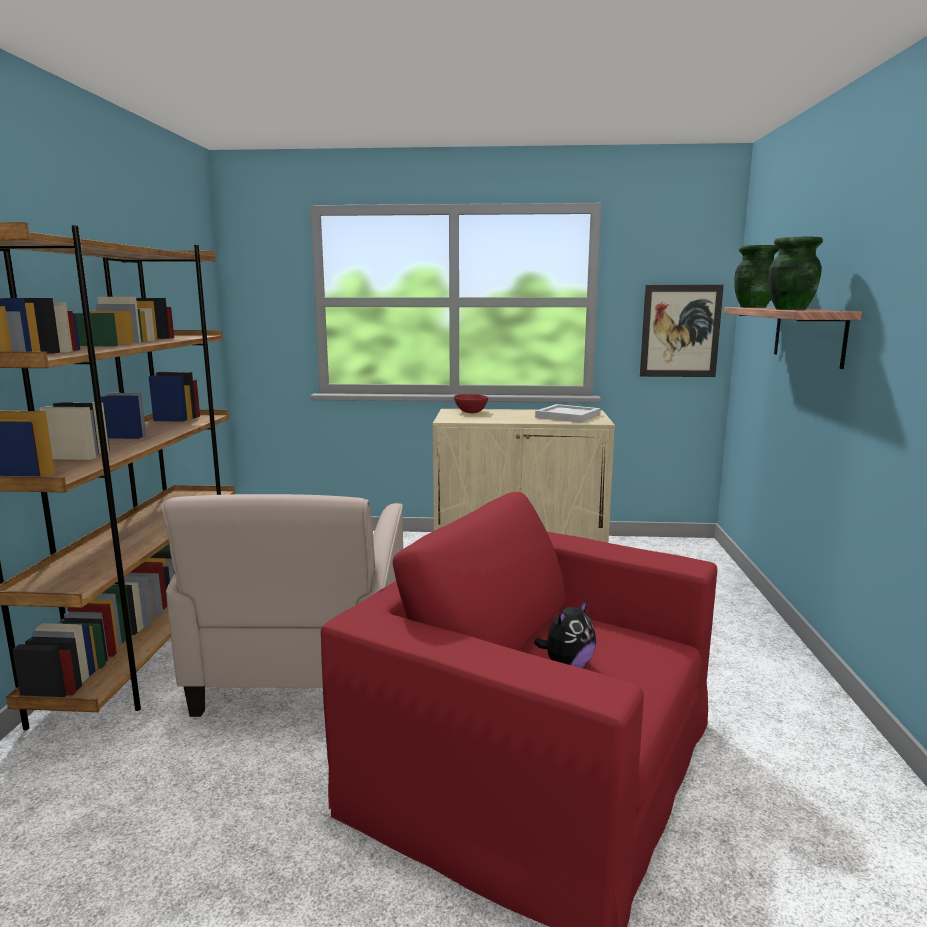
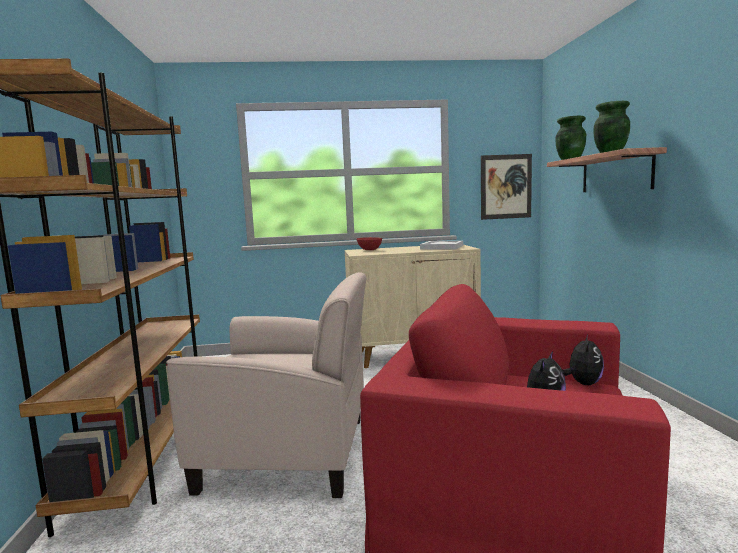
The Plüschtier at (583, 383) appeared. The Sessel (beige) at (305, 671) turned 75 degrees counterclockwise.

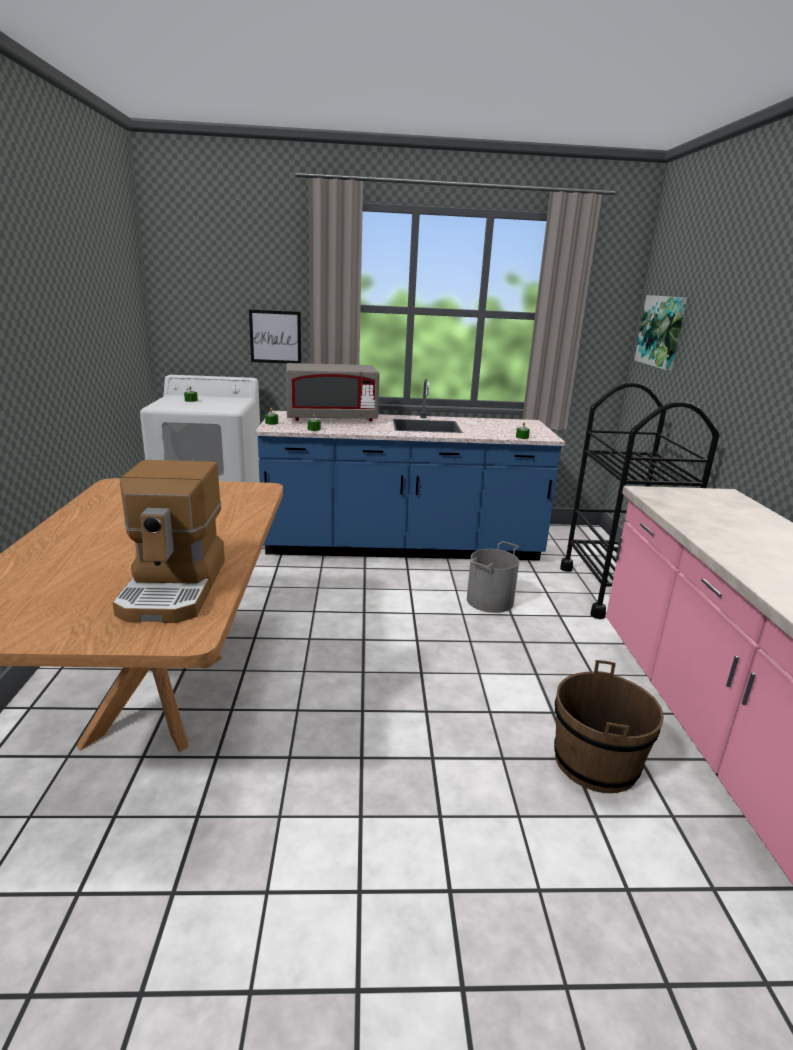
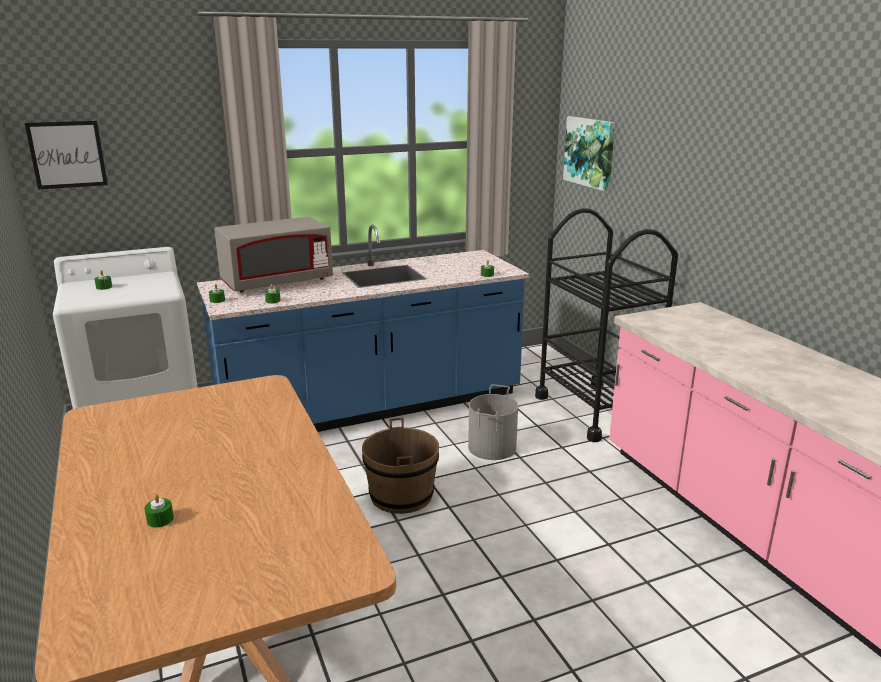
The Kaffeemaschine at (175, 588) disappeared. The Kerze (grün) at (160, 519) appeared. The Bild moved from (275, 337) to (67, 154). The Eimer (braun) moved from (596, 762) to (401, 495).

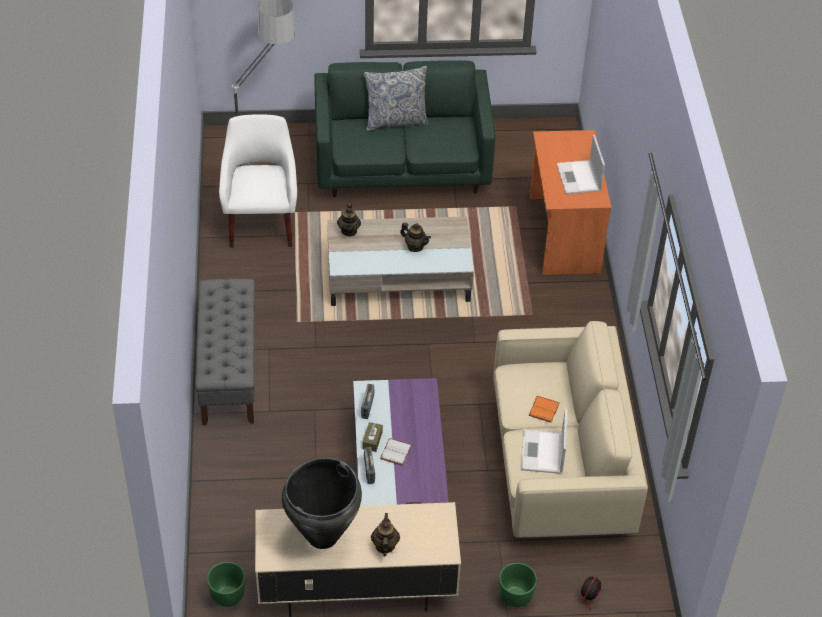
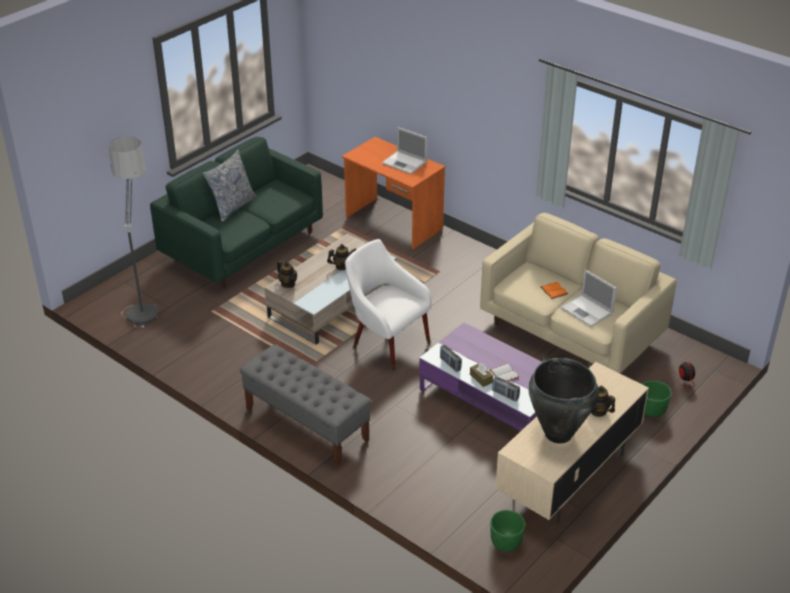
The Sessel (weiß) moved from (261, 222) to (387, 342).

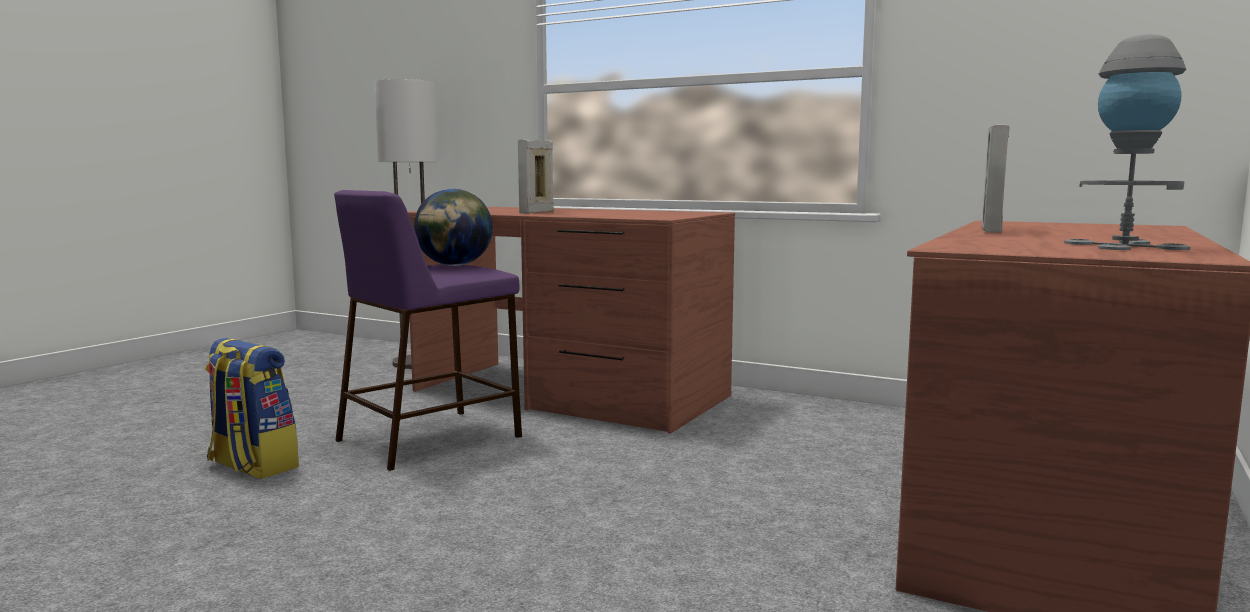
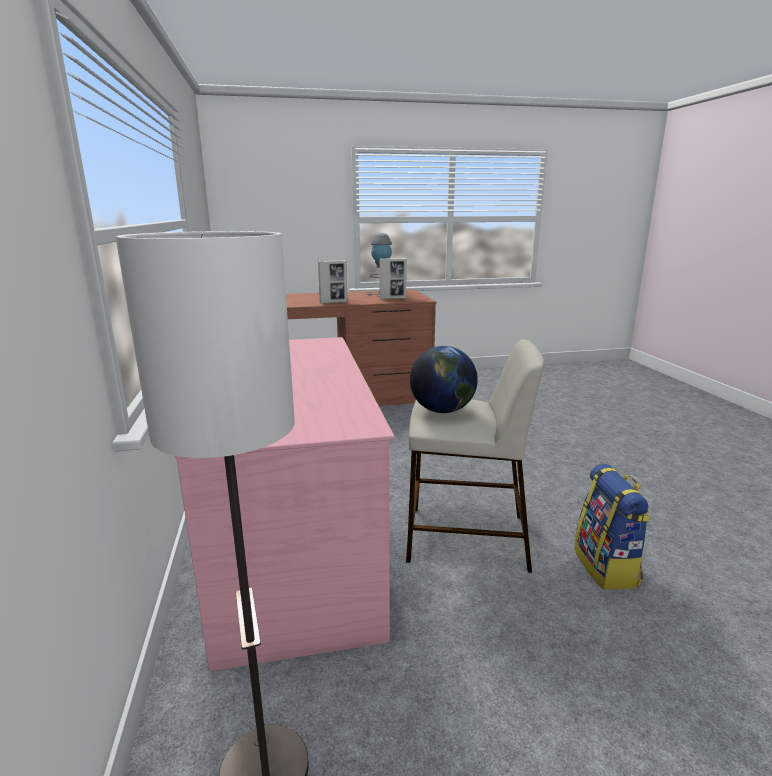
The Bilderrahmen moved from (536, 212) to (393, 298). The Hocker (lila) at (431, 438) became the Hocker (beige) at (465, 538). The Schreibtisch (braun) at (569, 394) became the Schreibtisch (rosa) at (297, 543).

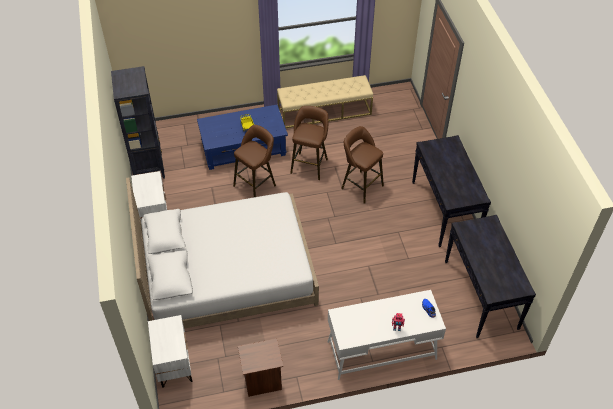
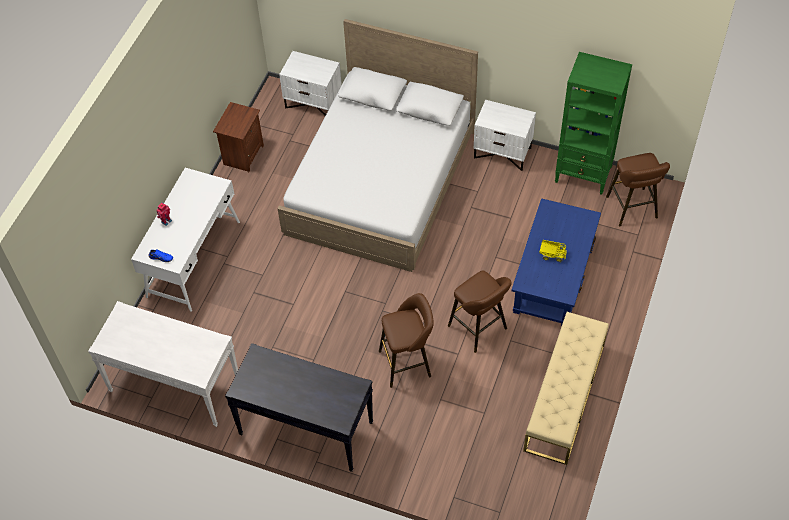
The Hocker (braun) moved from (256, 184) to (633, 209). The Bücherregal (schwarz) at (148, 166) became the Bücherregal (grün) at (584, 175). The Konsolentisch (schwarz) at (481, 295) became the Konsolentisch (weiß) at (174, 385).

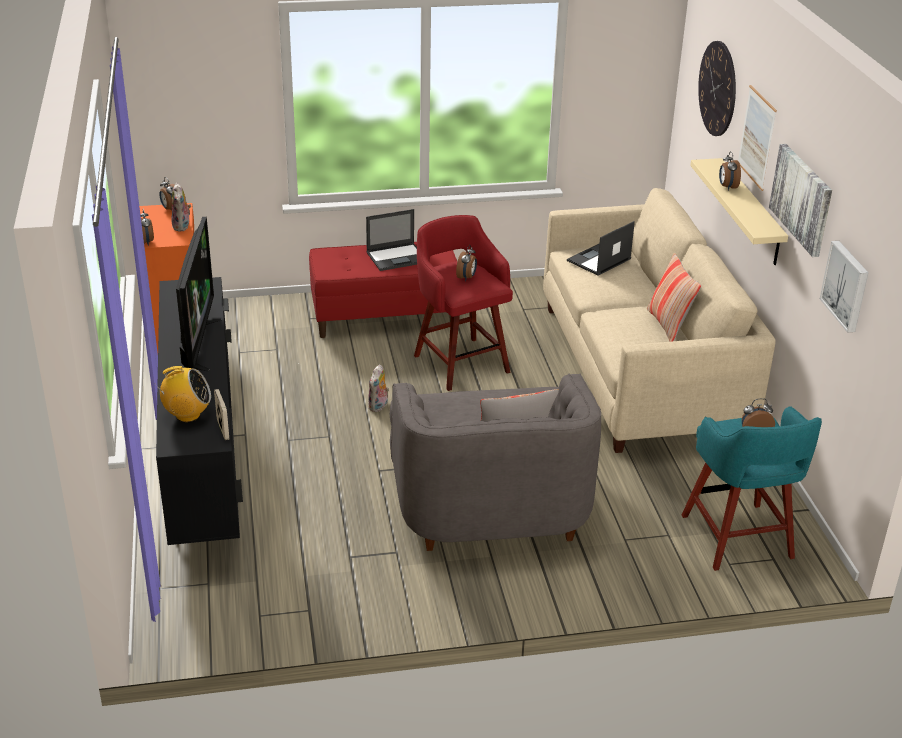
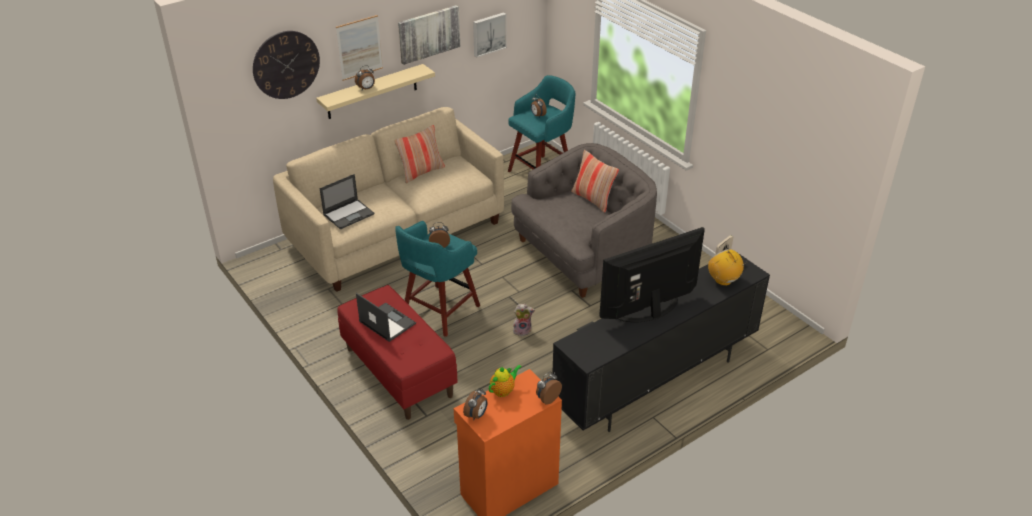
The Plüschtier at (182, 226) was replaced by the Teekanne at (503, 390). The Hocker (rot) at (460, 362) became the Hocker (türkis) at (439, 311). The Laptop at (598, 260) turned 60 degrees counterclockwise.

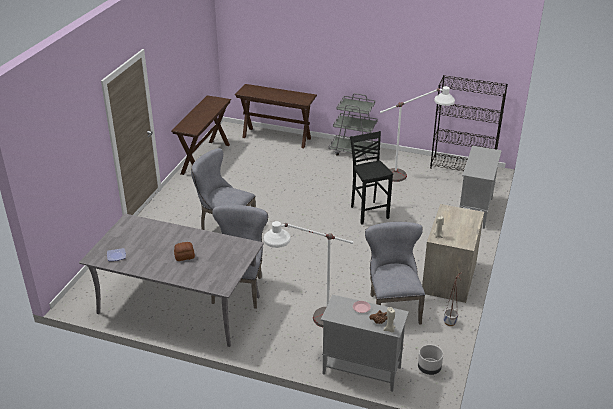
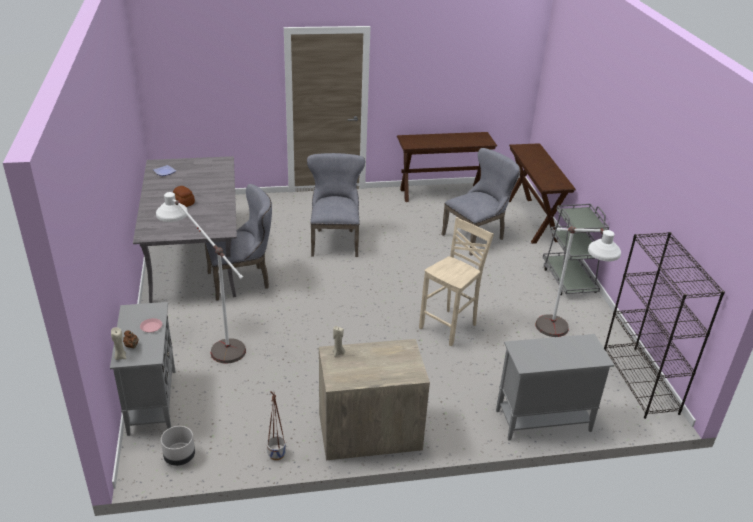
The Stuhl (grau) moved from (392, 306) to (476, 236). The Hocker (schwarz) at (368, 212) became the Hocker (beige) at (449, 326).

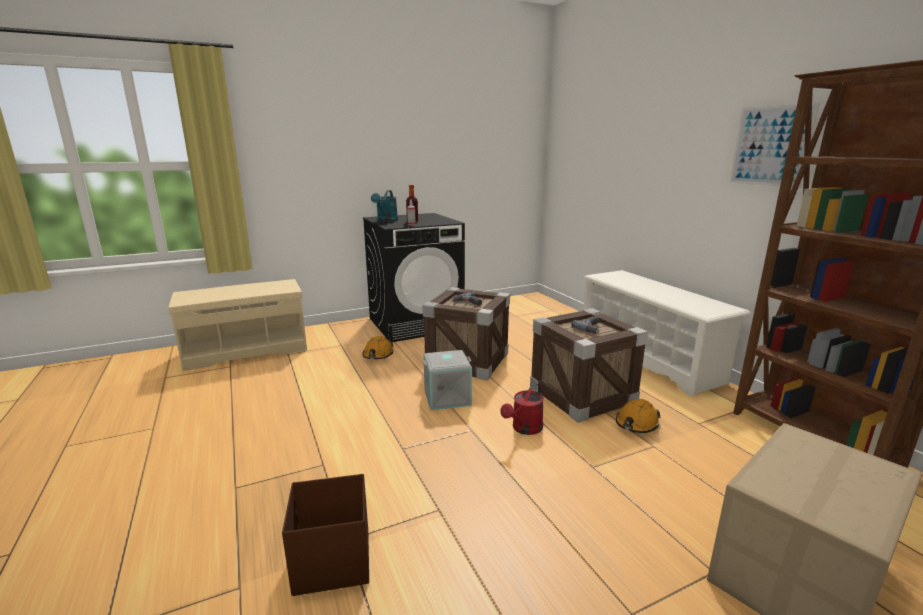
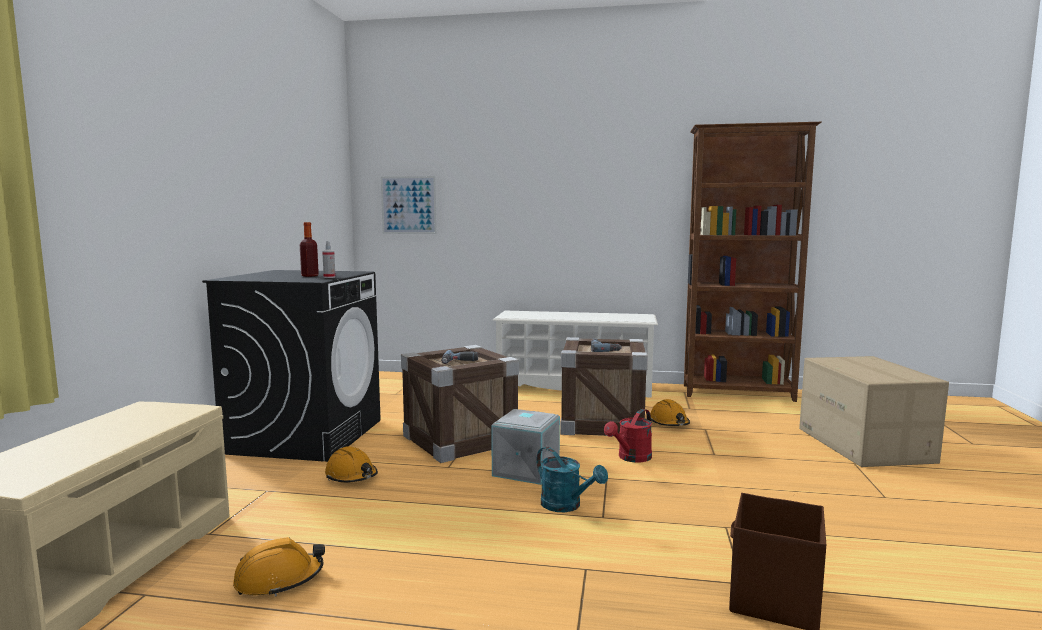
The Schutzhelm (orange) at (279, 580) appeared. The Gießkanne (türkis) moved from (386, 221) to (566, 506). The Bild moved from (770, 146) to (408, 205). The Gießkanne (rot) at (524, 429) turned 60 degrees clockwise.

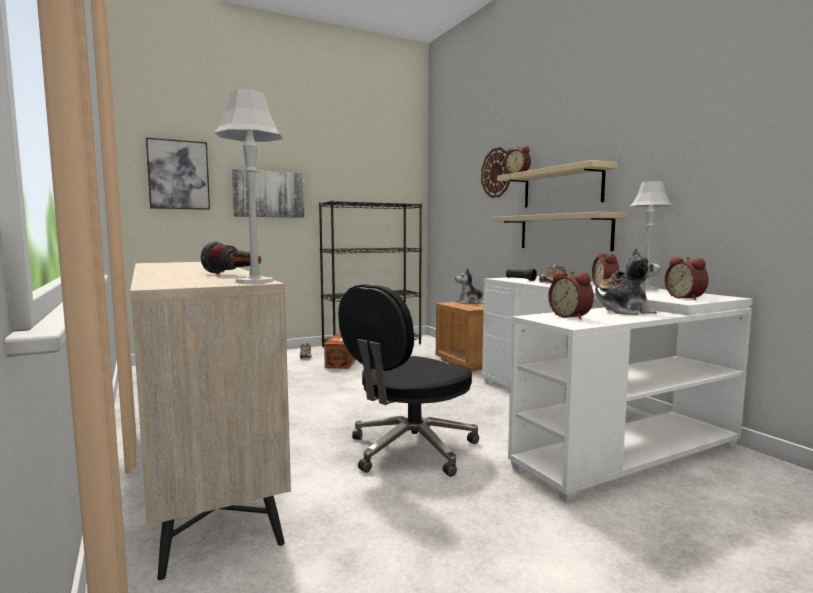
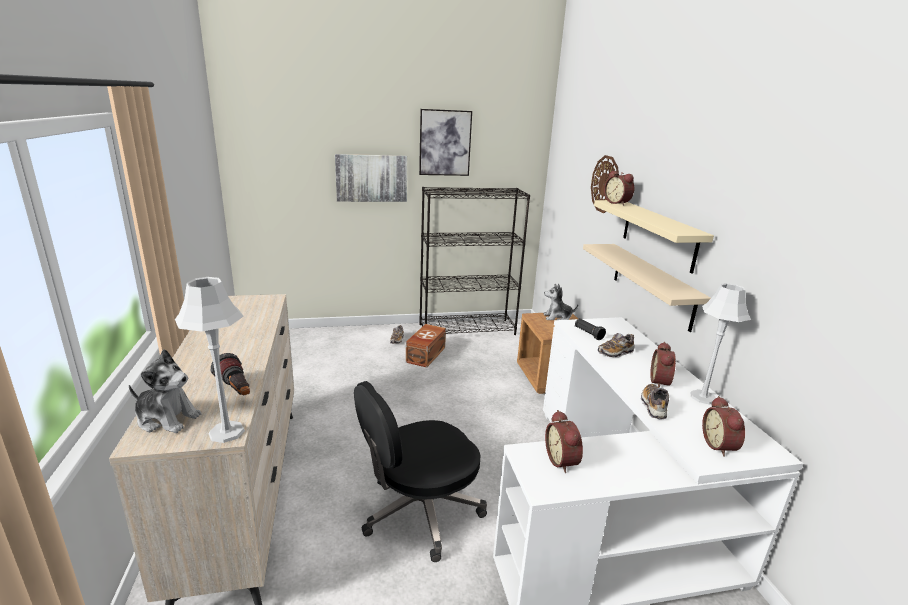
The Bild moved from (178, 174) to (445, 143). The Plüschtier moved from (627, 312) to (167, 418).

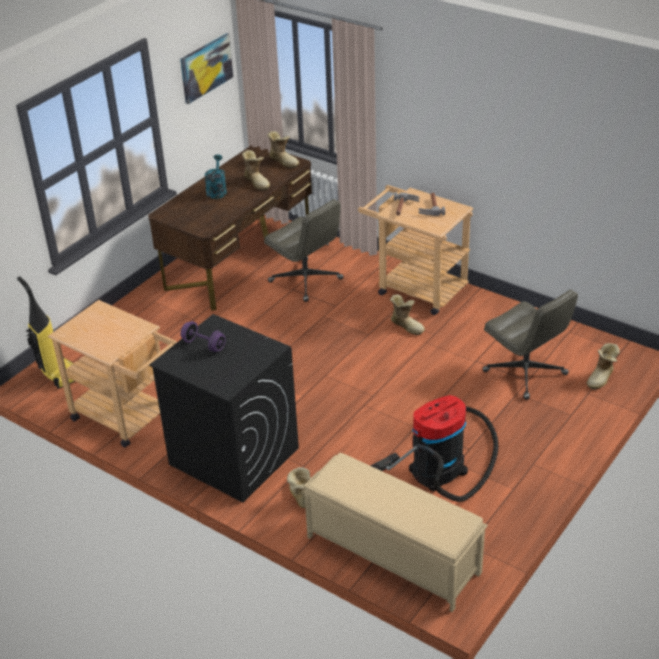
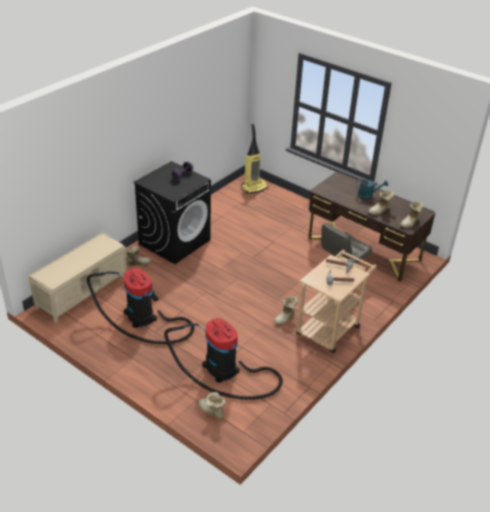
The Rollwagen (beige) at (128, 418) disappeared. The Bild at (206, 68) disappeared. The Bürostuhl (grau) at (526, 373) was replaced by the Staubsauger at (224, 370).

